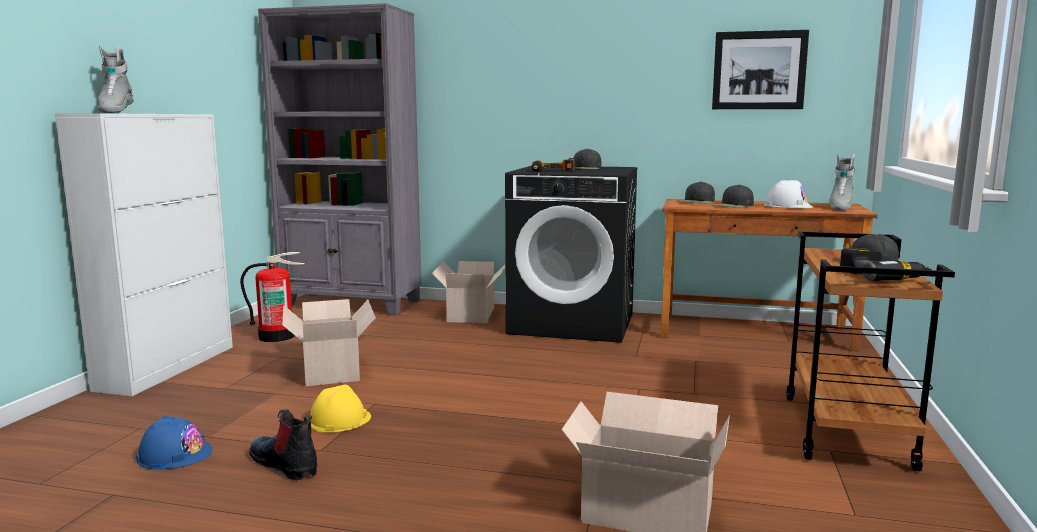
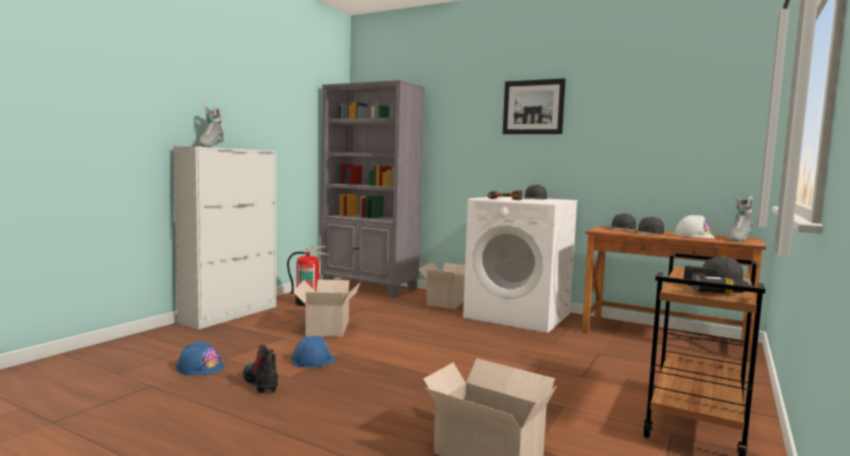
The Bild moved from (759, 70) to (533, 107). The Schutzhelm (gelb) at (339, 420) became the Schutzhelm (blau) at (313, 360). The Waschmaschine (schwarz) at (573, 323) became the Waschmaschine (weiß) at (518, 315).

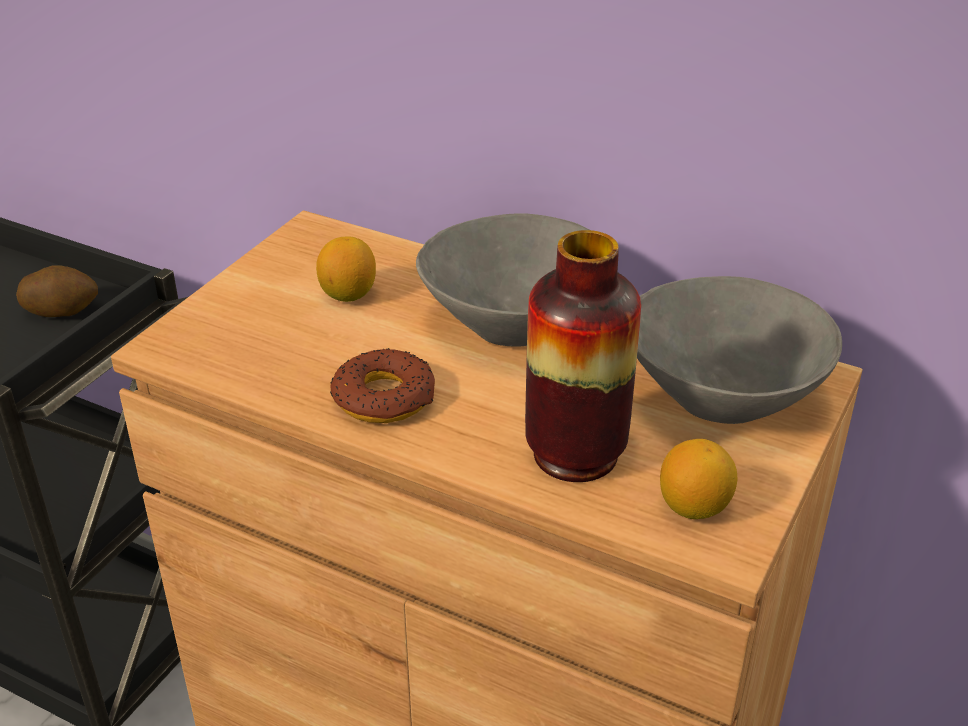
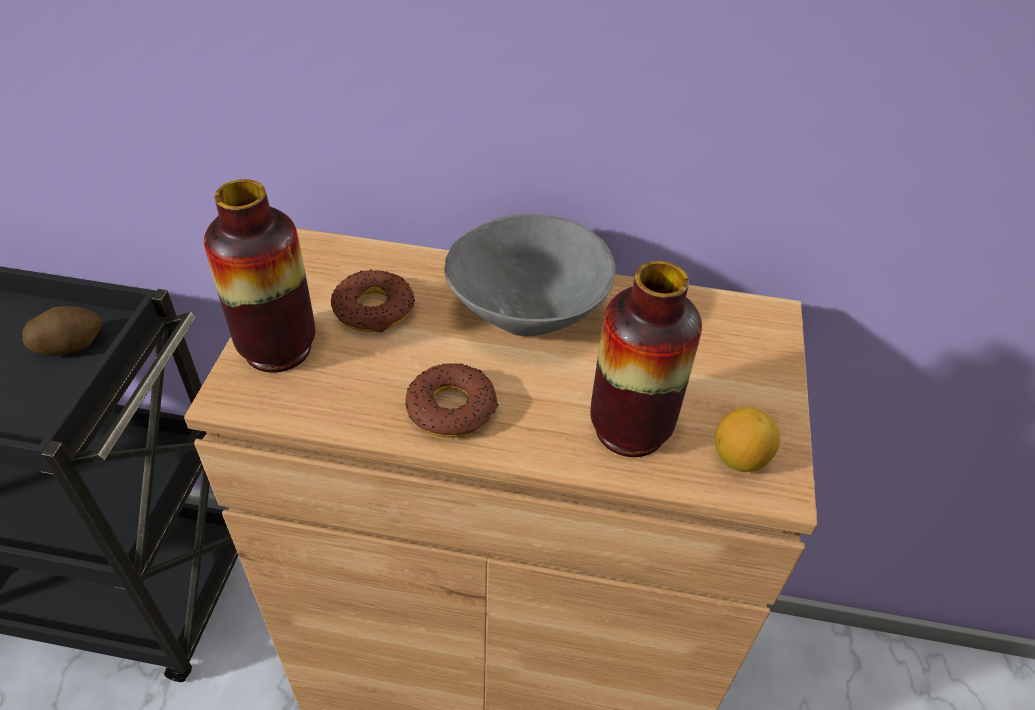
The Schüssel (grau) at (720, 398) disappeared. The Vase at (278, 348) appeared. The Zitrone at (348, 294) was replaced by the Donut at (374, 309).

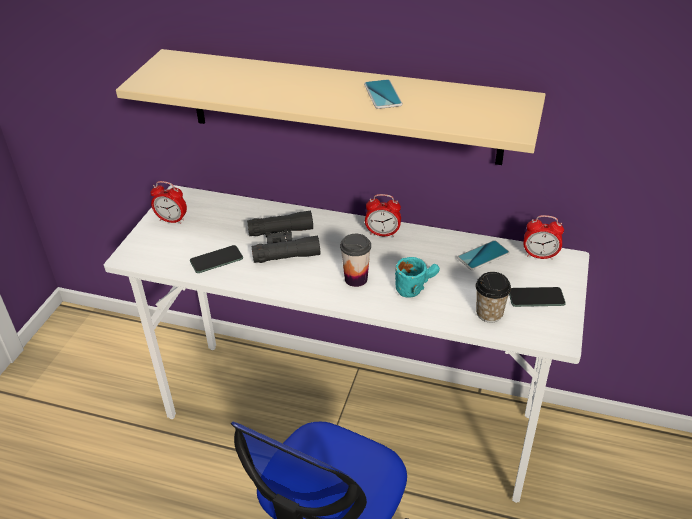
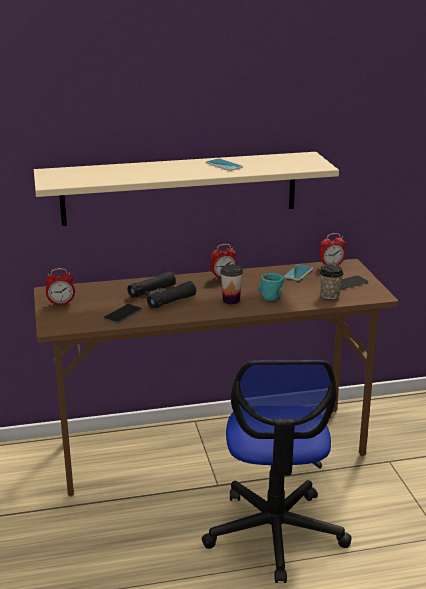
The Schreibtisch (weiß) at (350, 415) became the Schreibtisch (braun) at (213, 448).

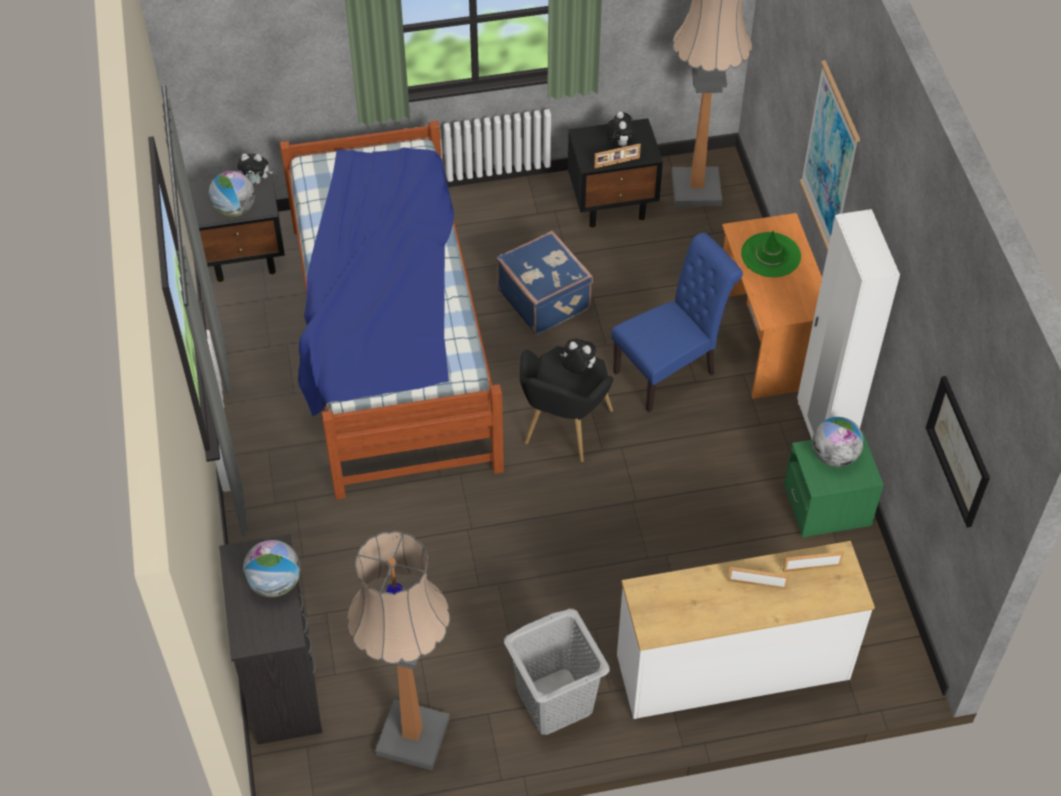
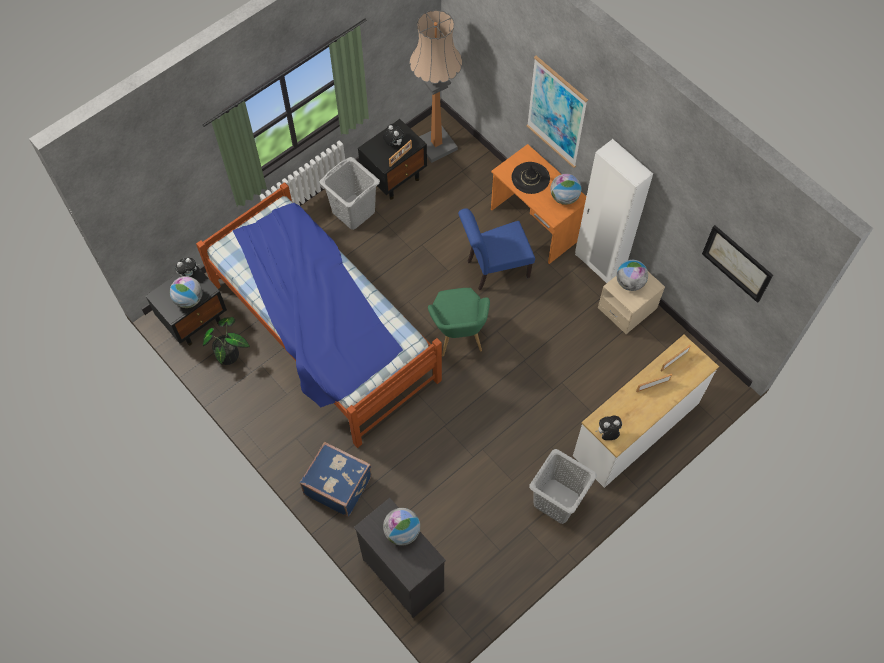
The Stehlampe at (413, 736) disappeared. The Topfpflanze at (229, 352) appeared. The Wäschekorb (grau) at (353, 211) appeared. The Globus at (564, 197) appeared. The Koffer (blau) moved from (545, 298) to (338, 484). The Plüschtier moved from (577, 369) to (607, 434). The Sessel (schwarz) at (563, 431) became the Sessel (grün) at (458, 337). The Hut (grün) at (770, 255) became the Hut (schwarz) at (530, 178). The Nachttisch (grün) at (827, 505) became the Nachttisch (beige) at (627, 308). The Stuhl (blau) at (670, 370) turned 135 degrees counterclockwise.

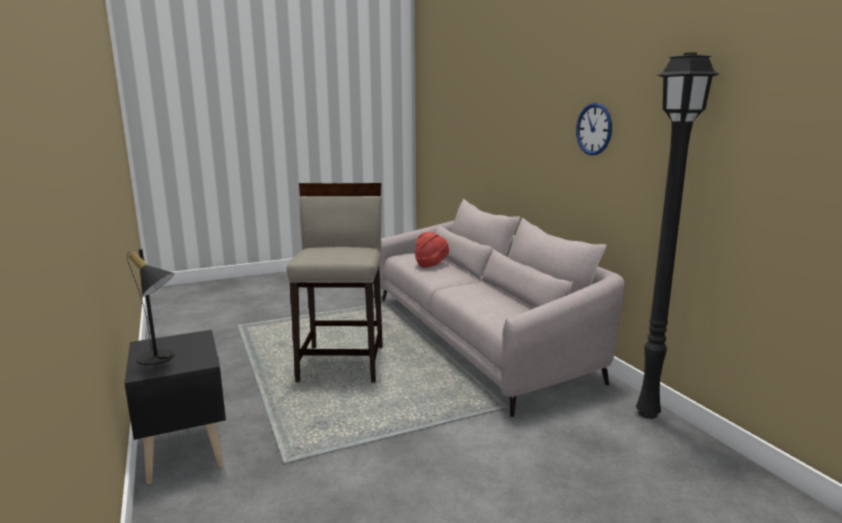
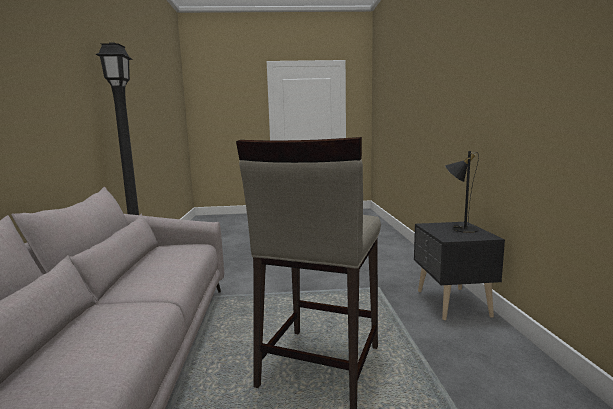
The Hut (rot) at (431, 265) disappeared. The Wanduhr at (594, 129) disappeared.

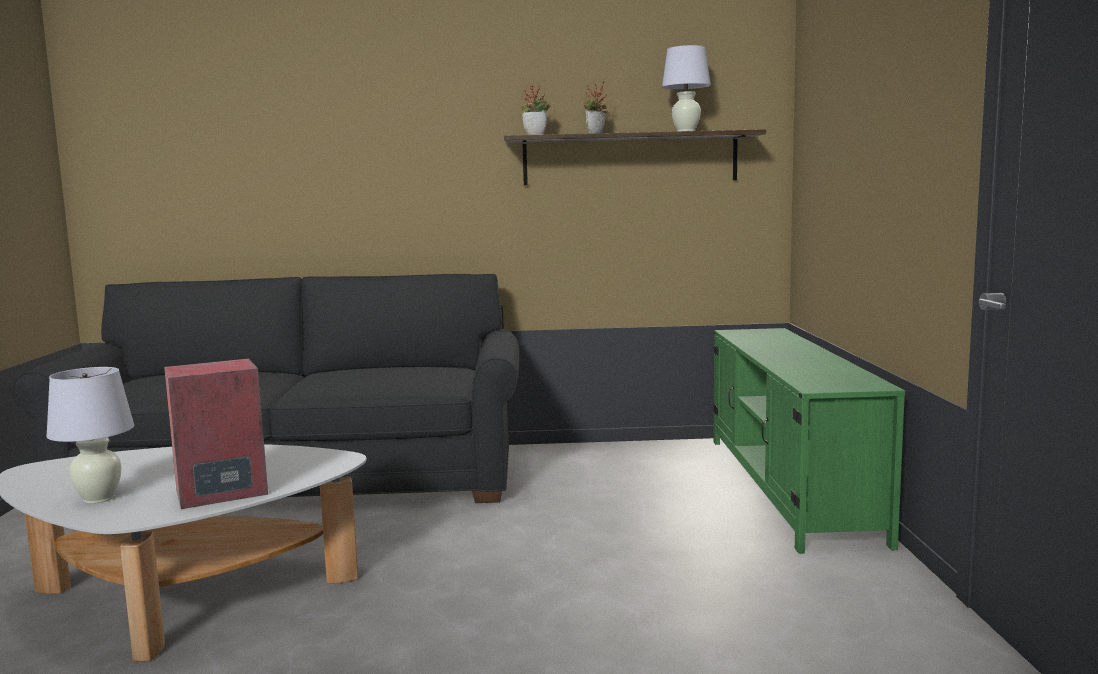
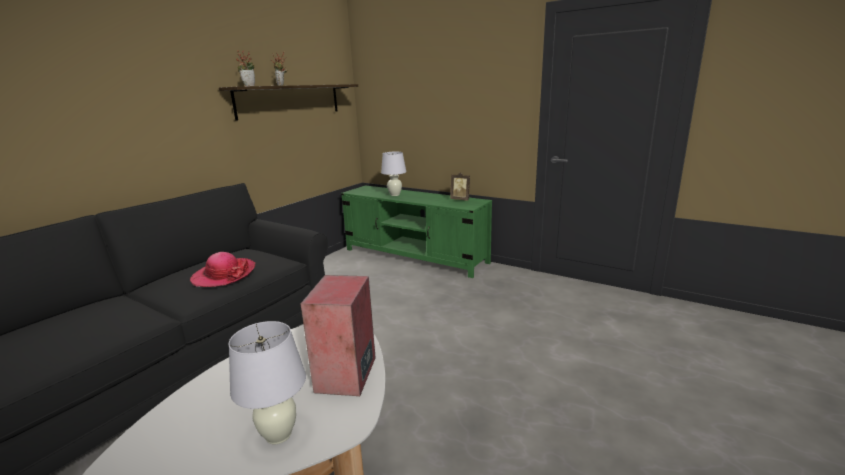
The Hut at (224, 275) appeared. The Bilderrahmen at (461, 199) appeared. The Tischlampe (weiß) moved from (686, 131) to (395, 195).

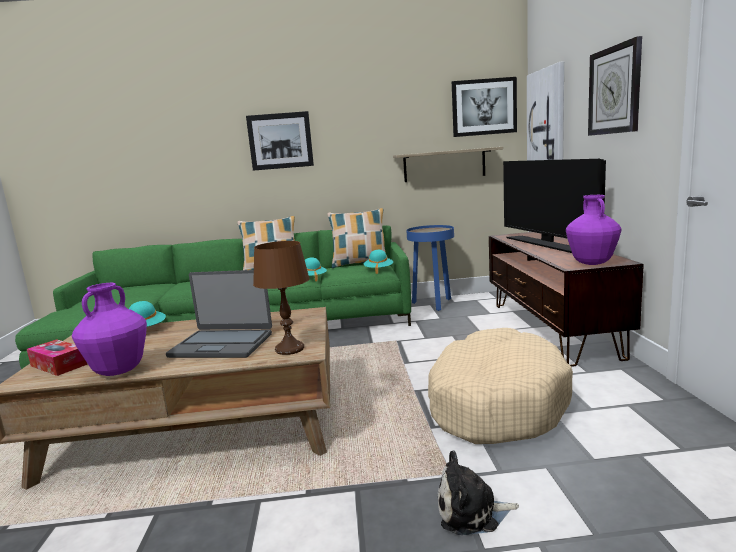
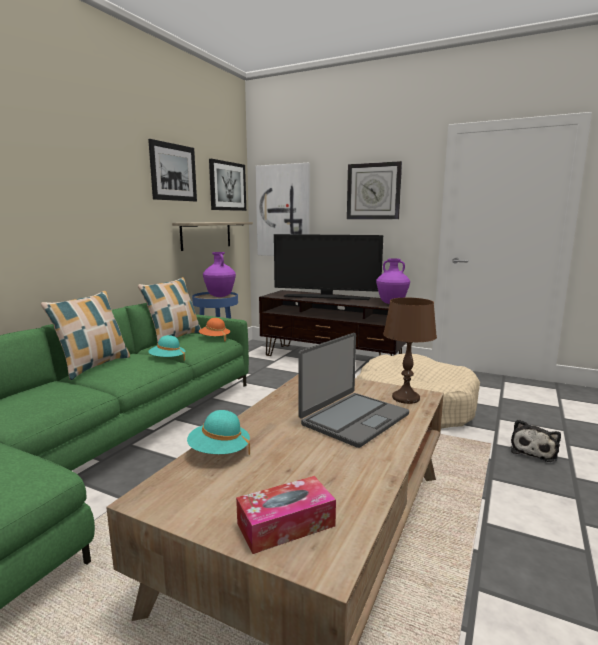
The Vase (lila) moved from (119, 371) to (220, 296). The Bild moved from (280, 141) to (173, 172). The Hut (türkis) at (378, 270) became the Hut (orange) at (214, 338).

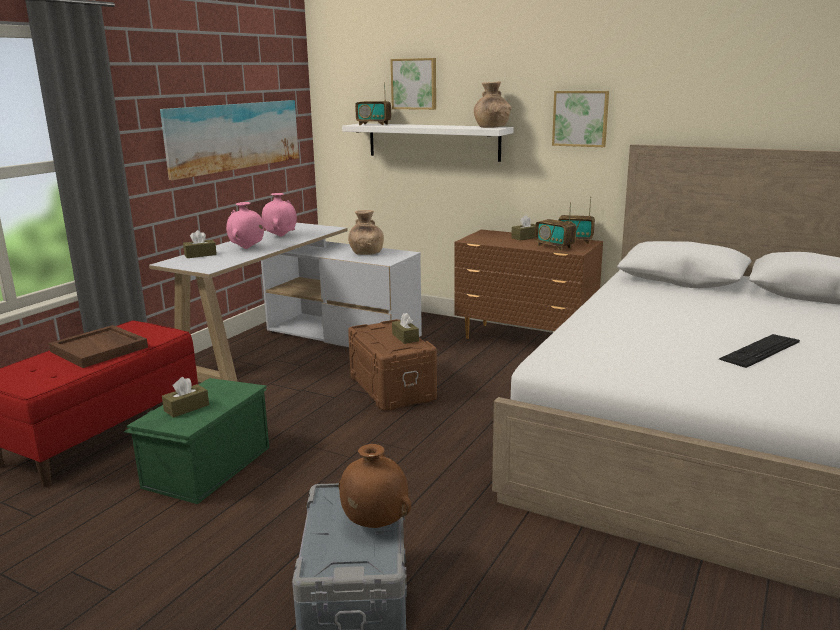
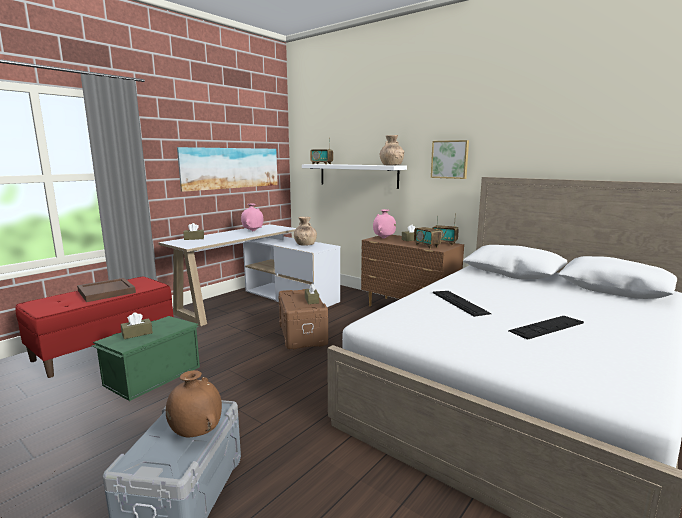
The Bild at (414, 84) disappeared. The Tastatur at (459, 302) appeared. The Vase (rosa) moved from (247, 248) to (384, 238).

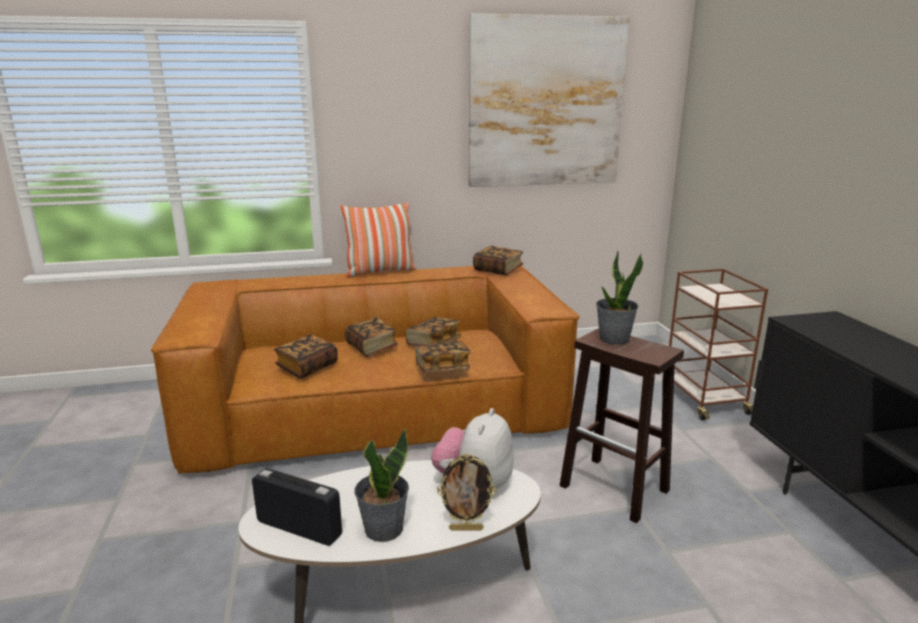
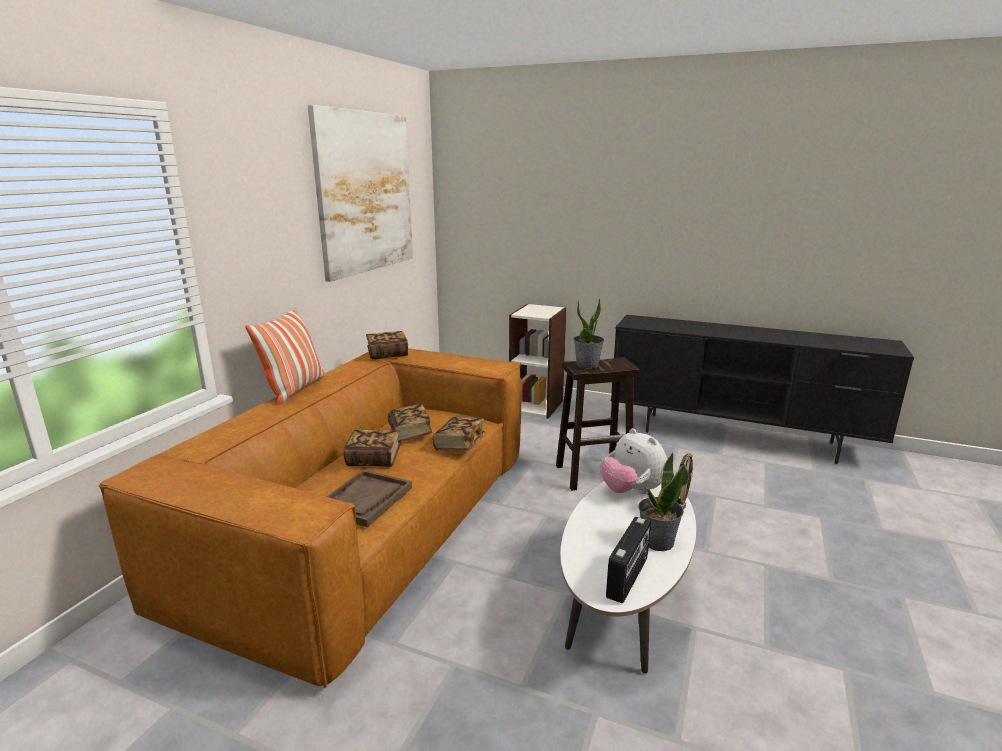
The Buch at (307, 367) was replaced by the Tablett (braun) at (365, 499). The Rollwagen (braun) at (703, 399) was replaced by the Bücherregal at (536, 406). The Radio at (299, 527) turned 150 degrees clockwise.

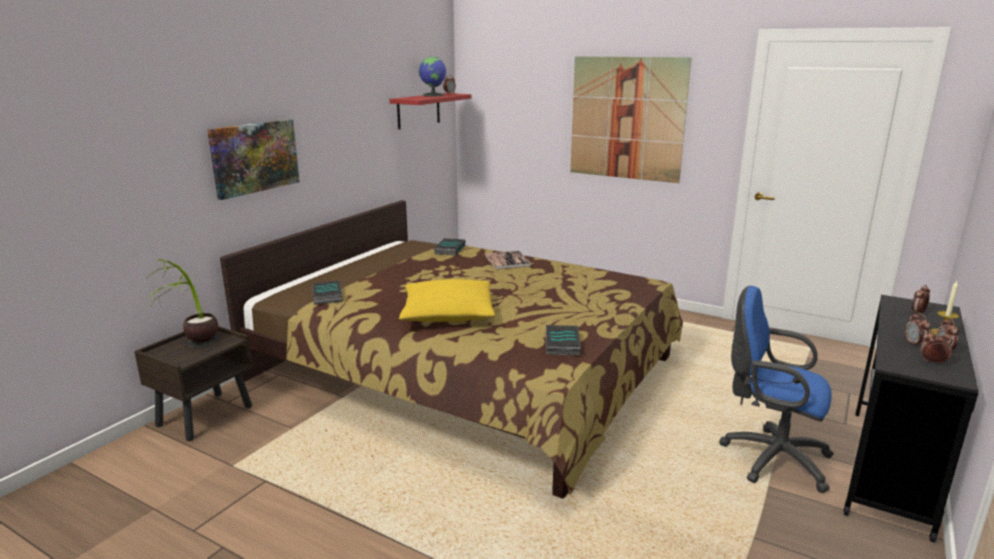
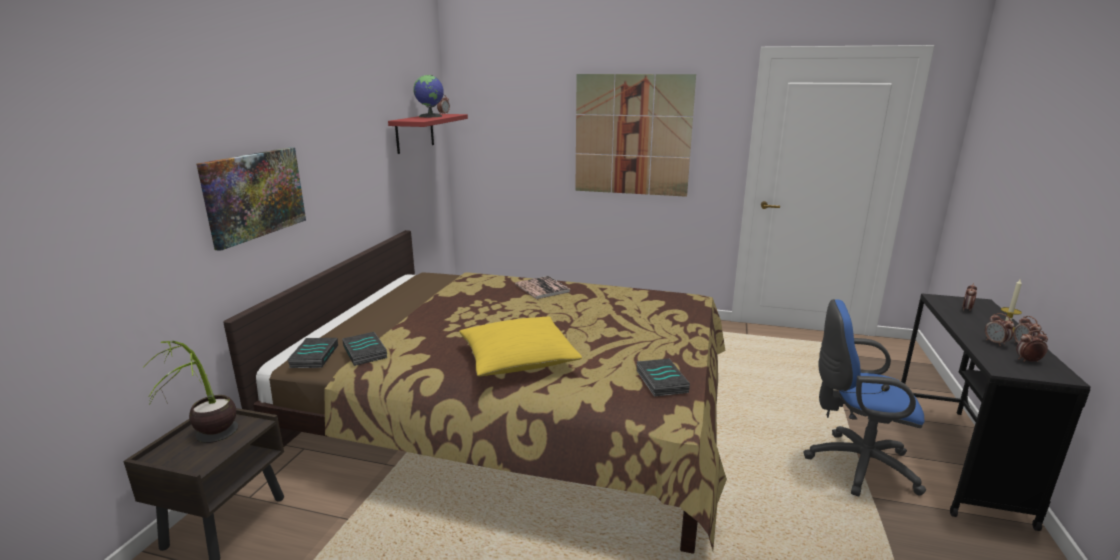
The Buch moved from (449, 249) to (313, 356).

